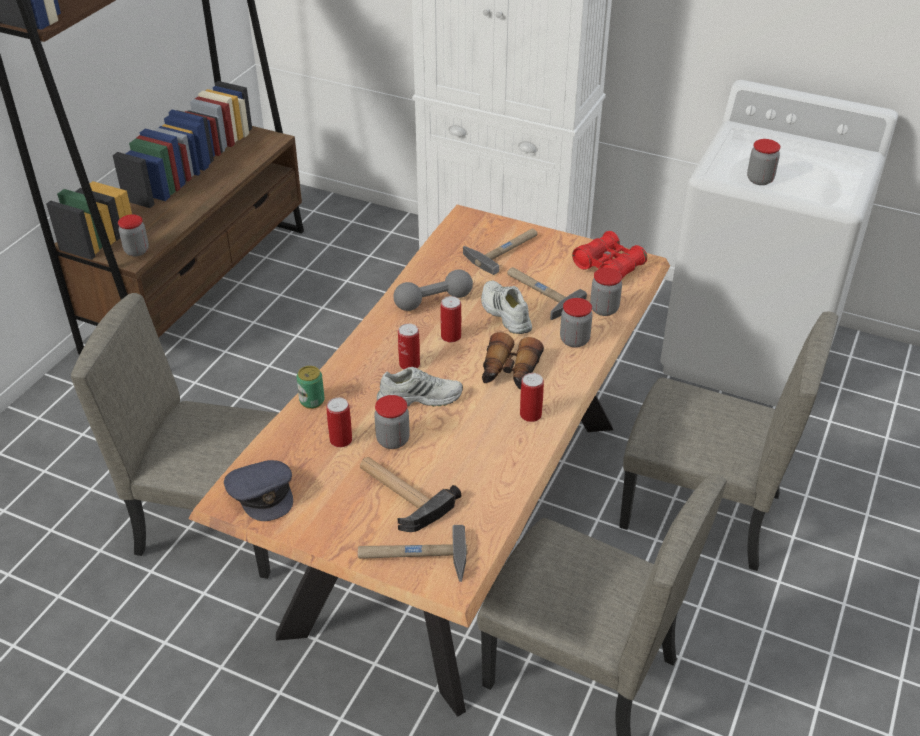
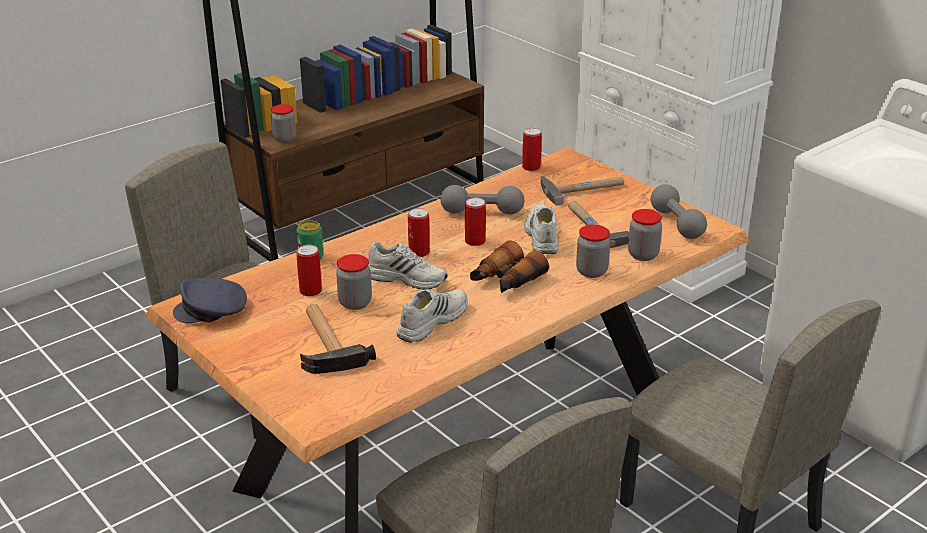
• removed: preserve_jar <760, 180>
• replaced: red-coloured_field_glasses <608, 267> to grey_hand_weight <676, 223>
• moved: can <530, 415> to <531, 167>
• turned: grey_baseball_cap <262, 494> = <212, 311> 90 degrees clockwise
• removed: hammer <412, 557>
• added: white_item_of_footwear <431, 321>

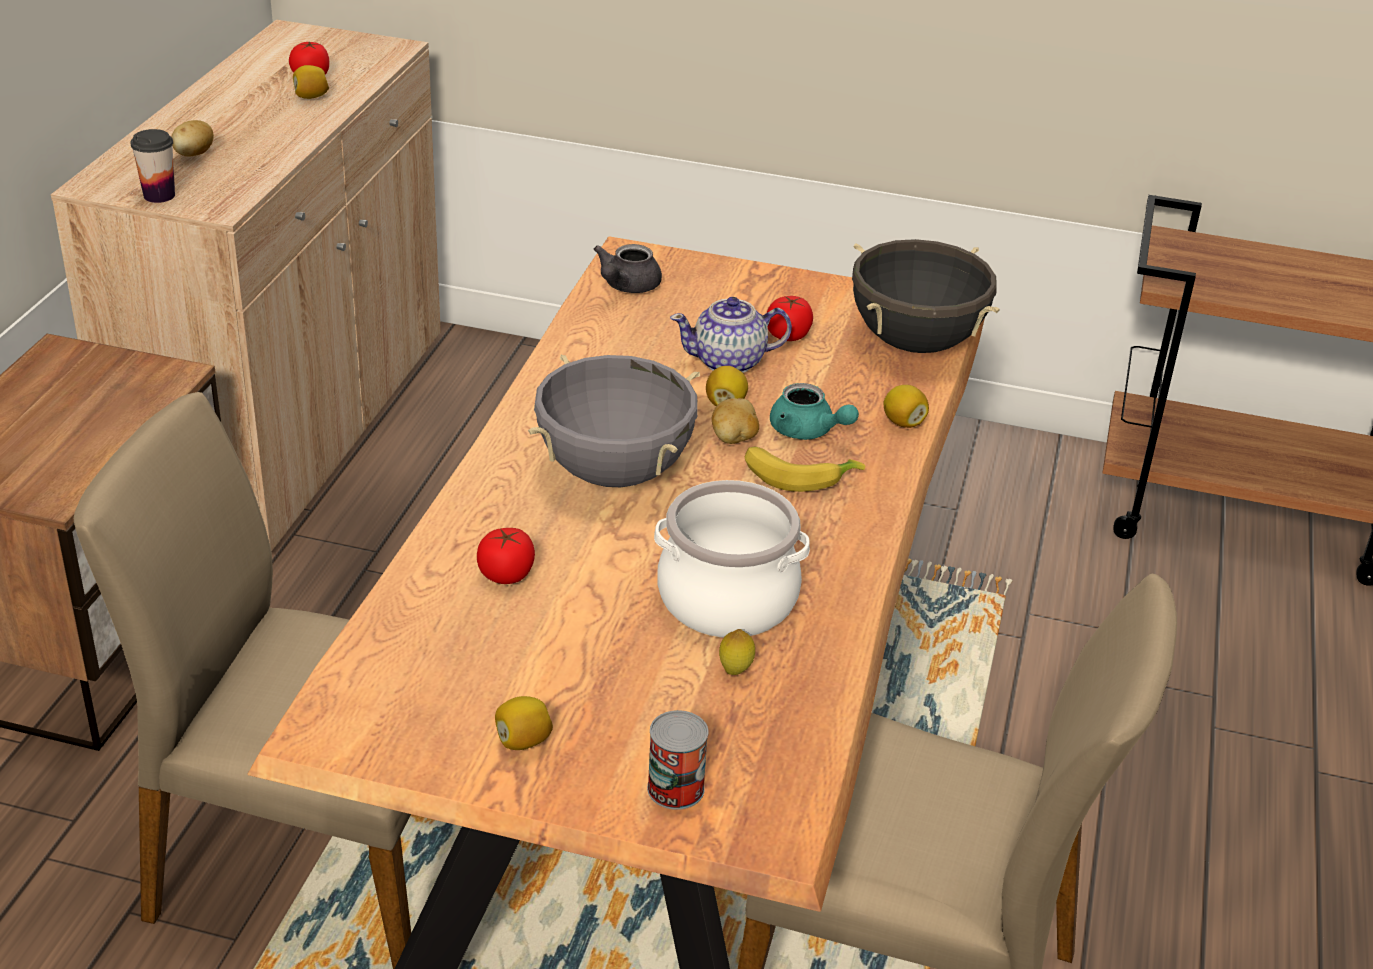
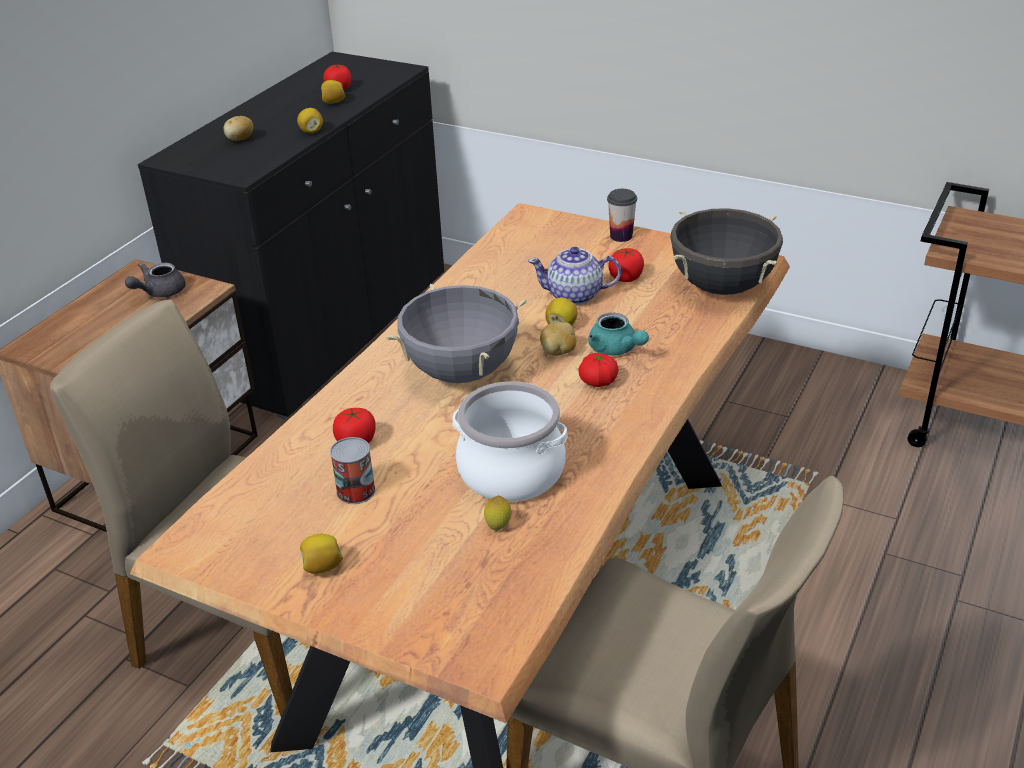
• recoloured: sand-coloured_cabinet <290, 424> to black_cabinet <327, 330>
• moved: small_cup <159, 195> to <621, 236>
• moved: grey_tea_pot <626, 287> to <159, 292>
• moved: lemon <903, 422> to <311, 131>
• replaced: banana <798, 475> to fresh_tomato <598, 381>
• moved: can <675, 788> to <356, 491>

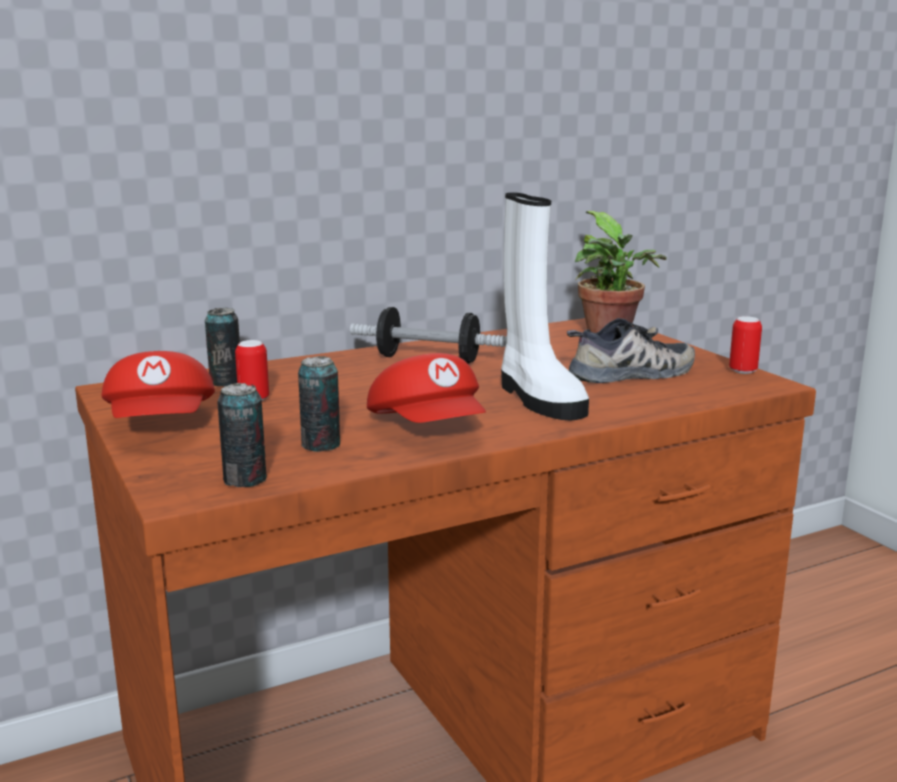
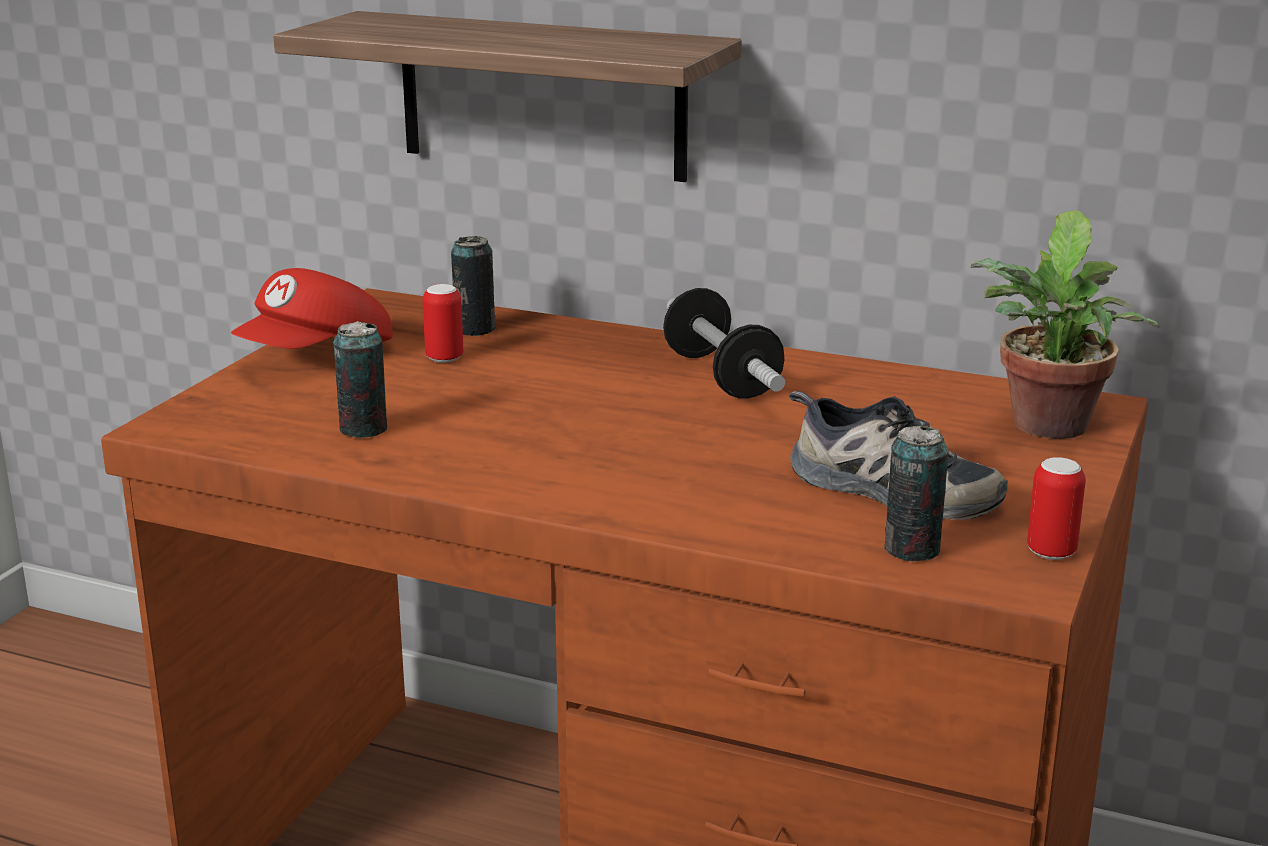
• removed: white_high-top_boot <538, 399>
• removed: red-coloured_baseball_cap <429, 428>
• moved: can <245, 480> to <912, 550>
• added: bracket_shelf <541, 96>

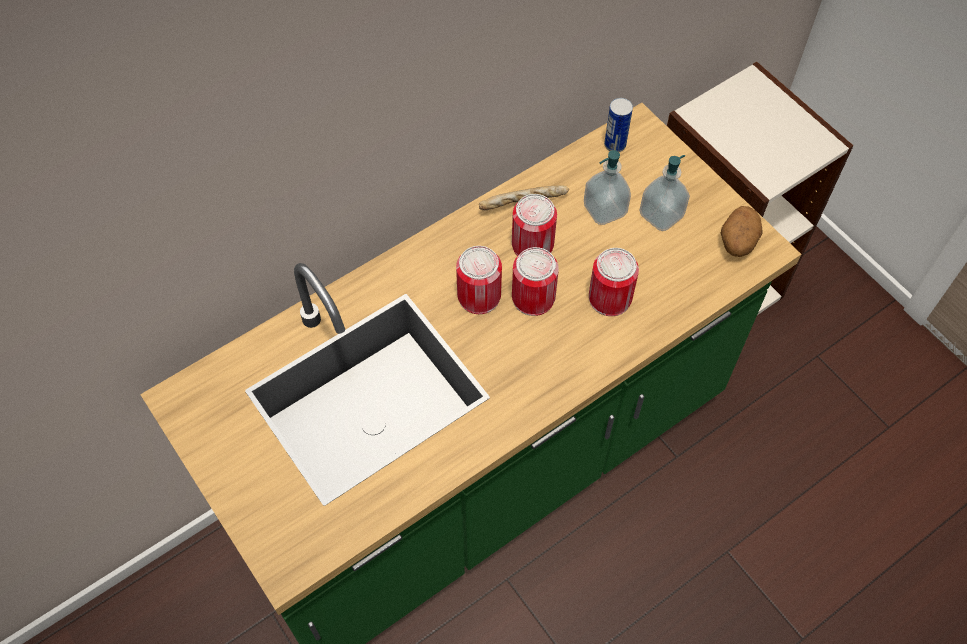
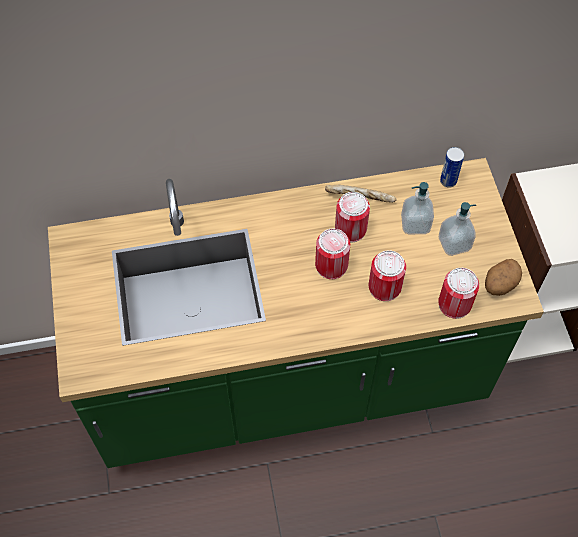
• moved: can <479, 296> to <454, 304>

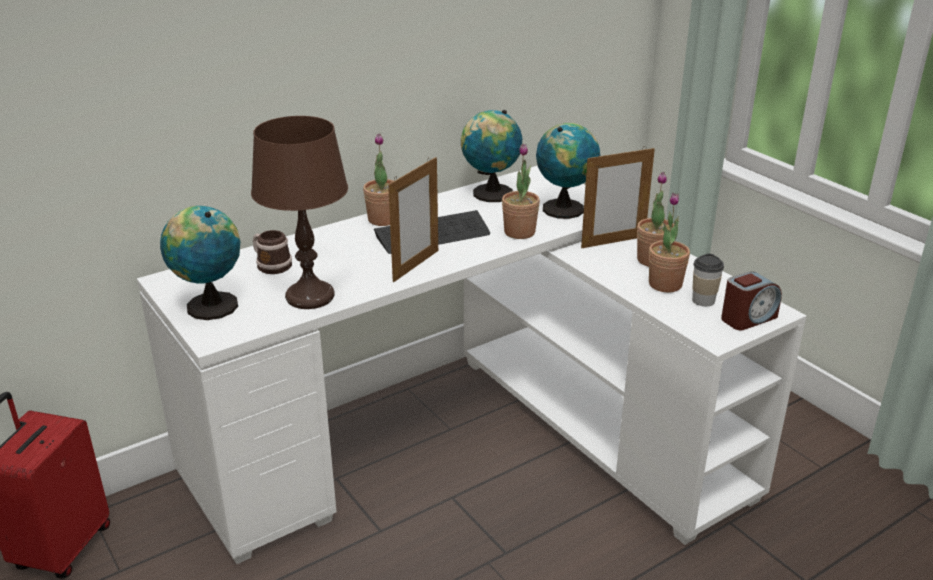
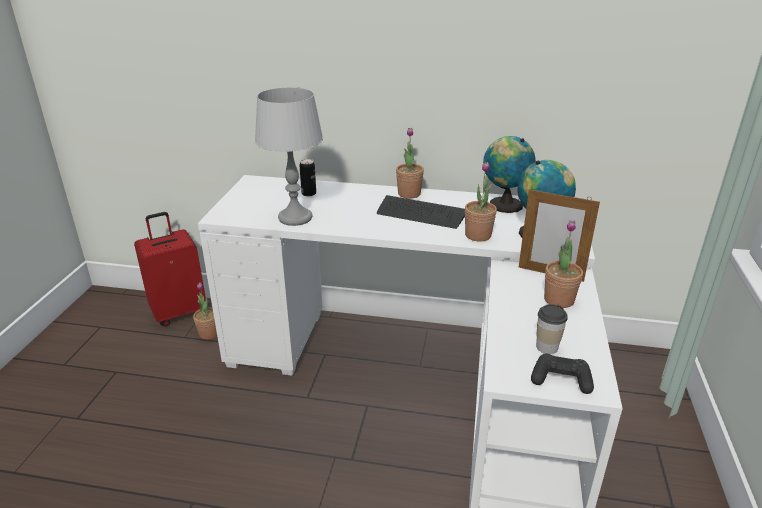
• recoloured: brown_table_lamp <309, 296> to grey_table_lamp <295, 217>
• removed: picture_frame <416, 265>
• moved: potted_plant <665, 284> to <209, 333>
• removed: desk_globe <209, 306>
• replaced: mug <271, 265> to can <308, 193>
• replaced: alarm_clock <748, 318> to black_game_controller <561, 380>

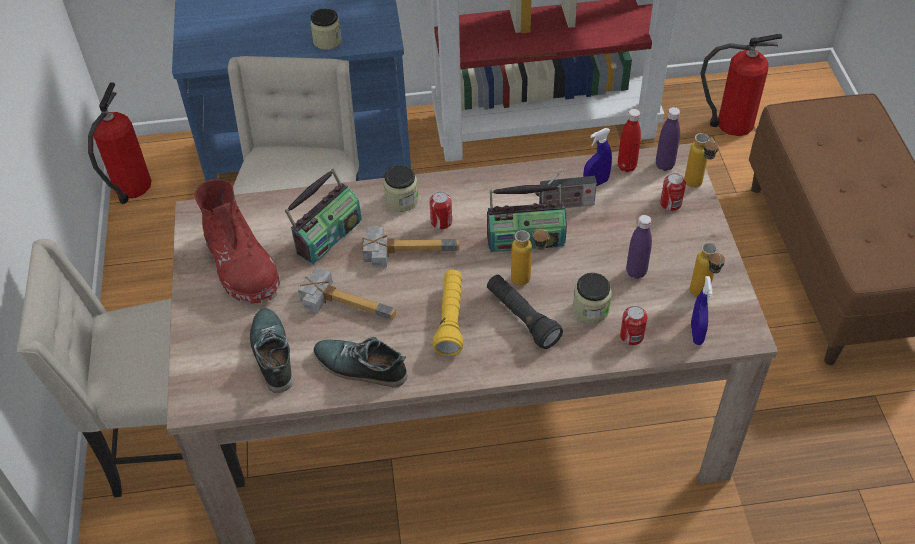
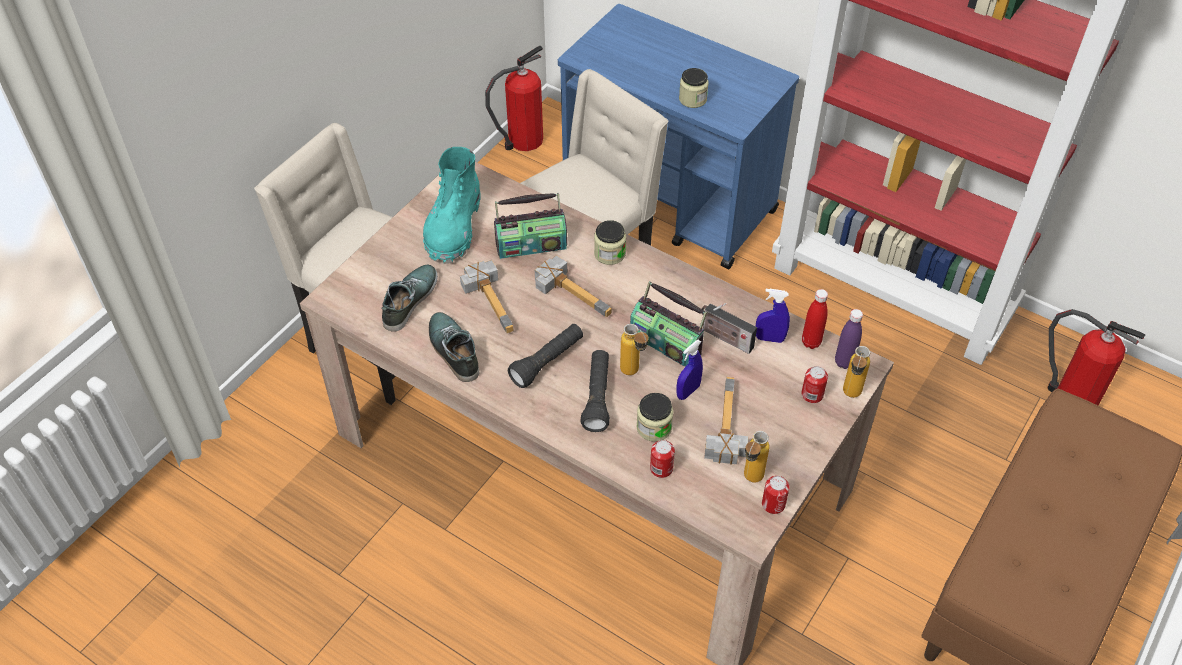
• recoloured: red-coloured_high-top_boot <241, 266> to turquoise-coloured_high-top_boot <454, 228>
• moved: can <441, 222> to <773, 504>
• replaced: purple_bottle <636, 272> to hammer <721, 425>
• recoloured: yellowish_flashlight <450, 319> to black_flashlight <547, 362>
• moved: blue-coloured_spray_bottle <696, 333> to <688, 391>

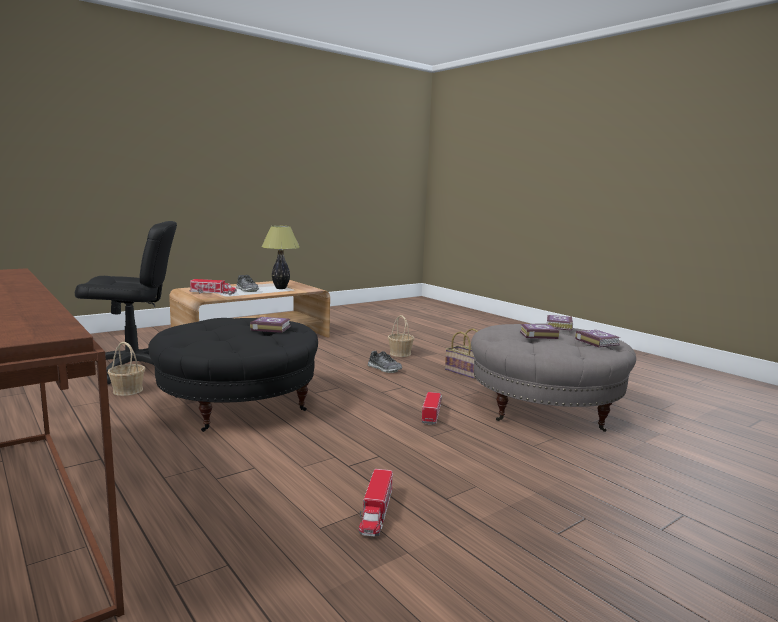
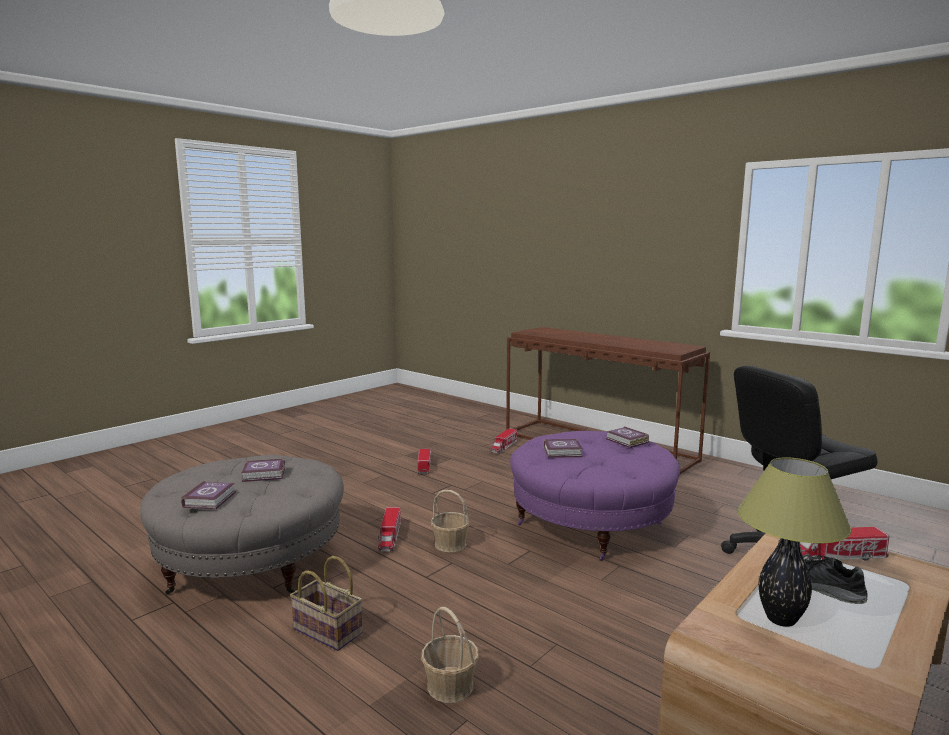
• recoloured: black_ottoman <238, 403> to purple_ottoman <590, 524>
• moved: volume <596, 341> to <627, 441>
• moved: household_basket <128, 390> to <450, 544>
• removed: item_of_footwear <384, 369>
• added: toy_lorry <504, 447>

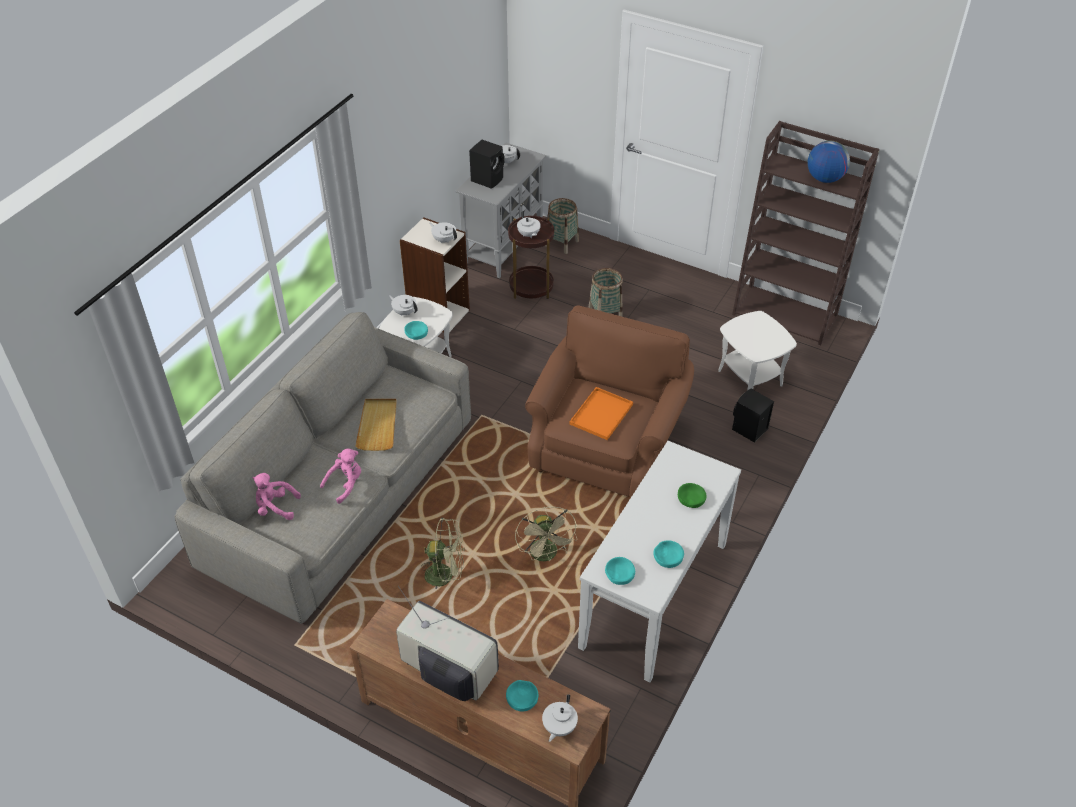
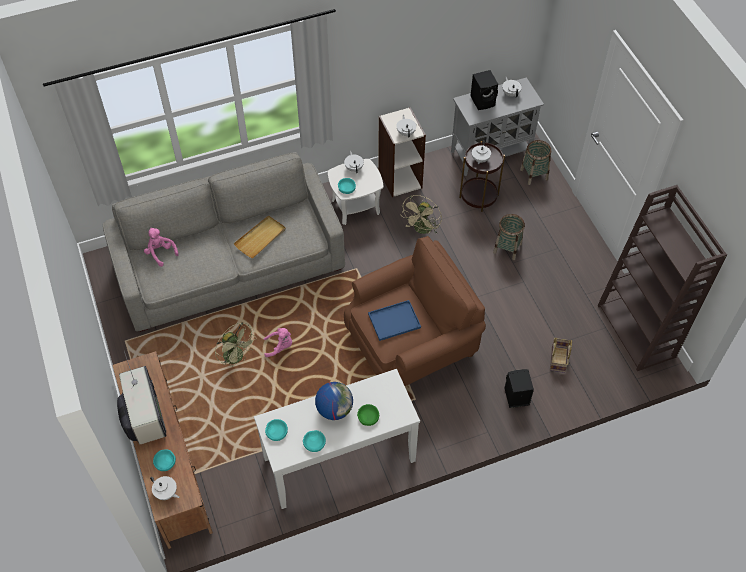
• moved: desk_globe <824, 178> to <334, 409>
• replaced: white_end_table <750, 377> to household_basket <558, 360>
• recoloured: orangey_tray <601, 415> to blue-coloured_tray <393, 321>
• moved: pinkish_cuddly_toy <346, 484> to <280, 346>
• moved: sand-coloured_cooling_fan <546, 556> to <422, 230>
• turned: white_tea_pot <559, 727> = <166, 493> 120 degrees counterclockwise

